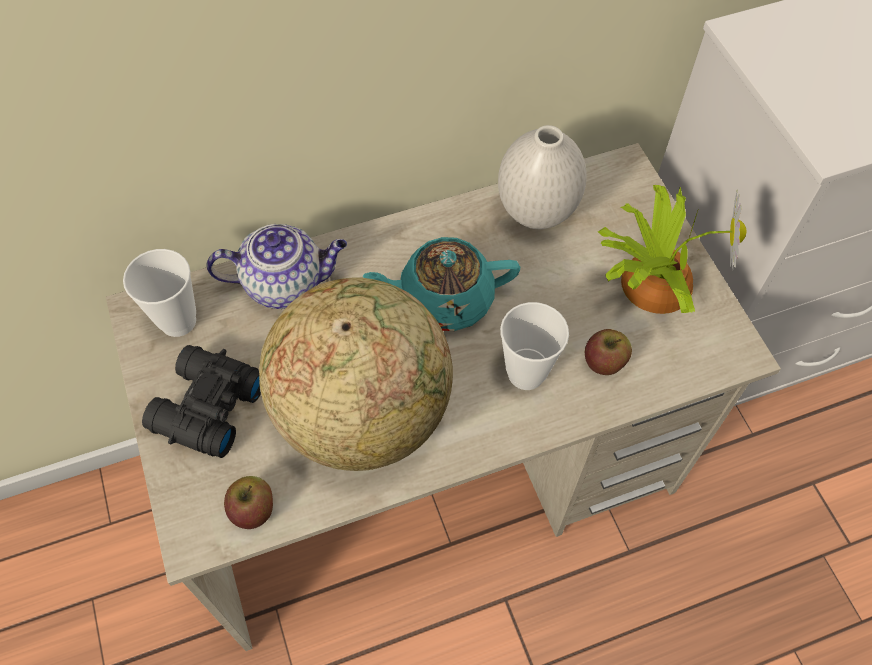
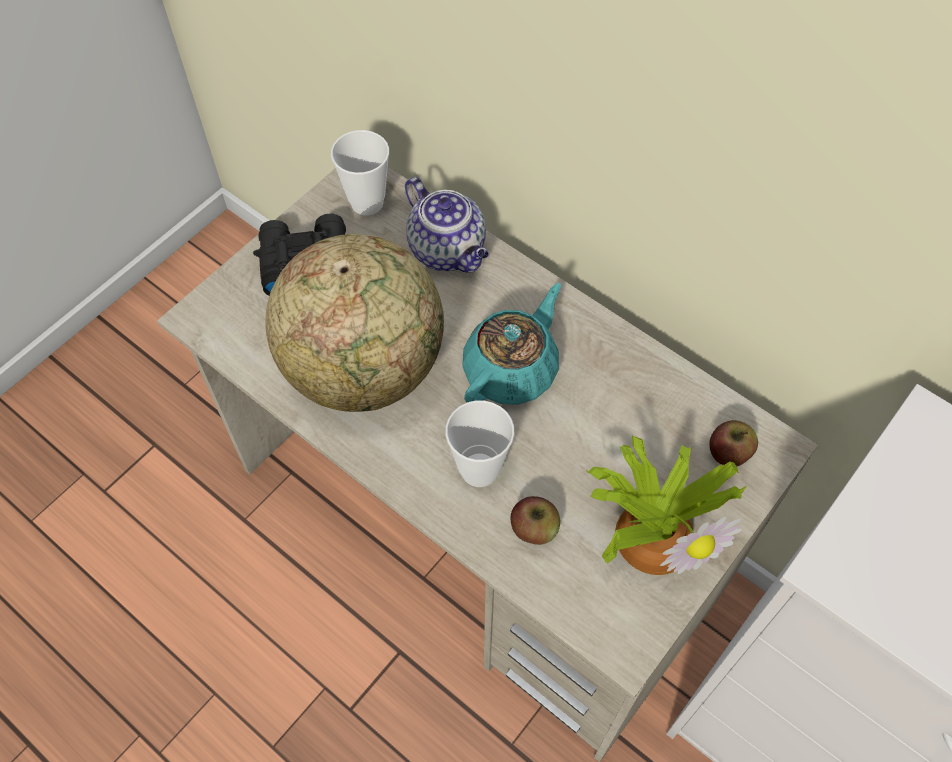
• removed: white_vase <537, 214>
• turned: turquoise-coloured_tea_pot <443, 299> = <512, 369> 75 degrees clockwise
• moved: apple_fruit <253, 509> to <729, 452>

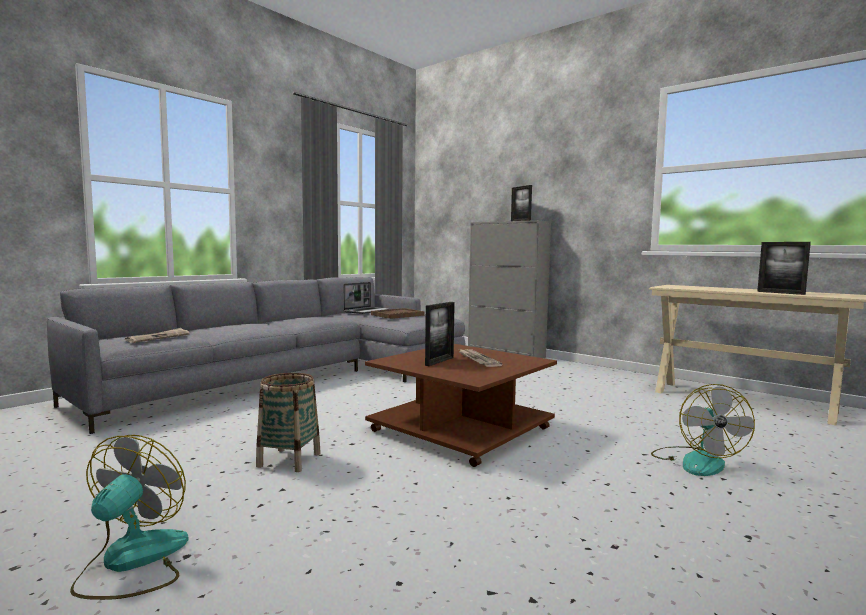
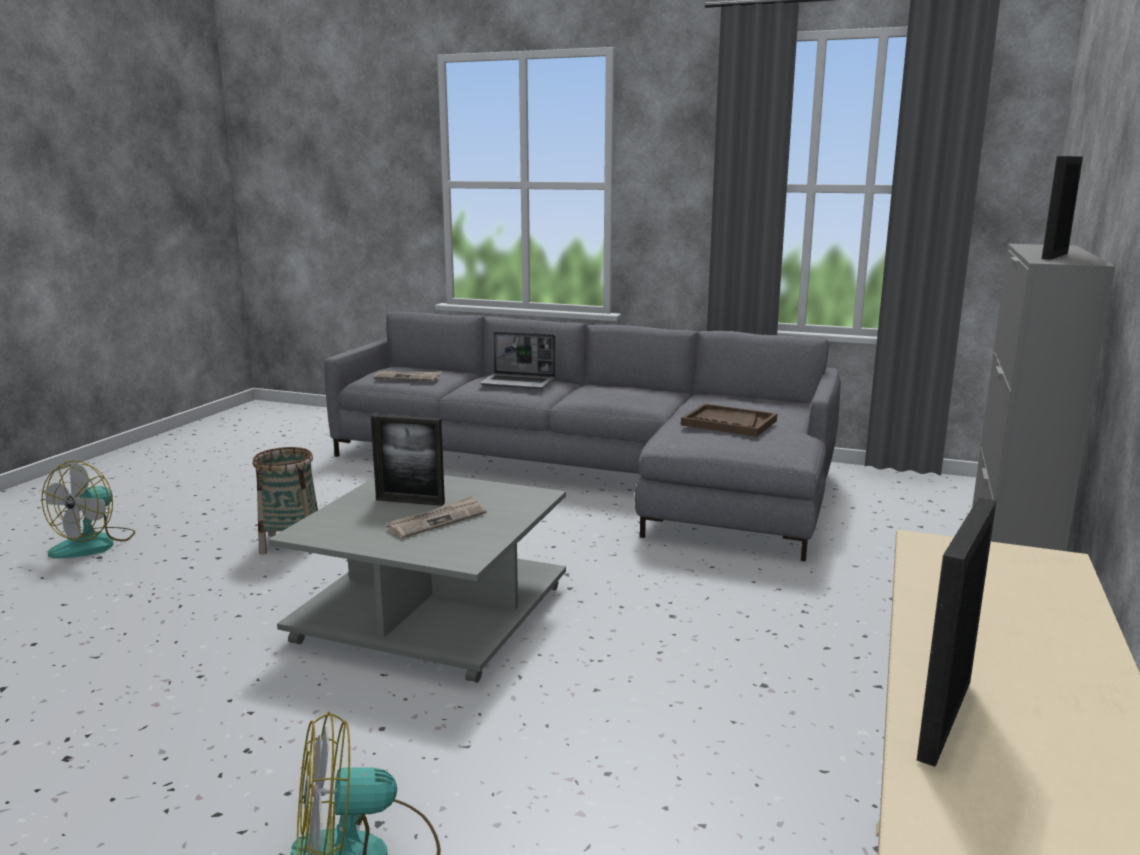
• moved: notebook_computer <366, 311> to <519, 383>
• recoloured: brown_coffee_table <460, 428> to grey_coffee_table <435, 613>
• turned: cooling_fan <132, 562> = <94, 544> 120 degrees clockwise

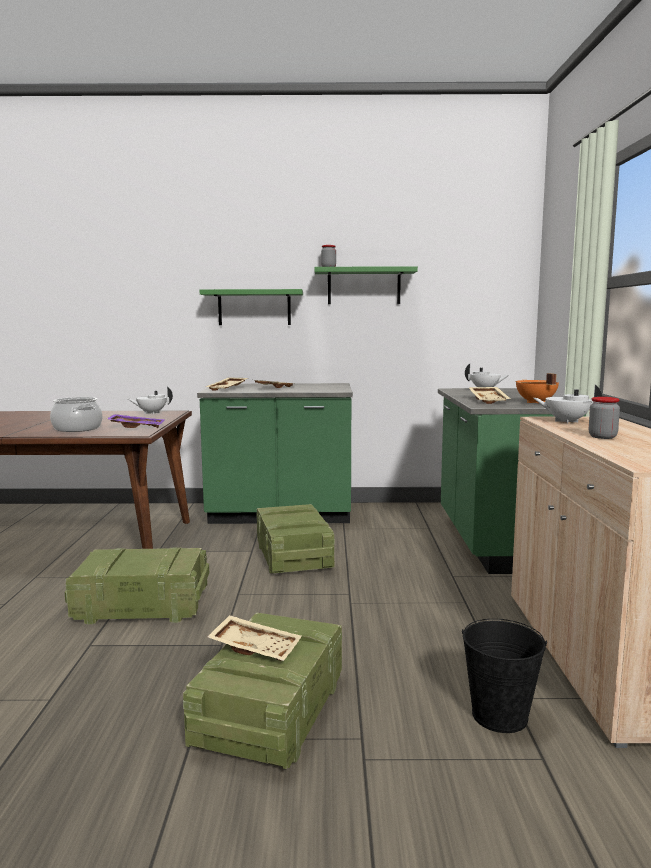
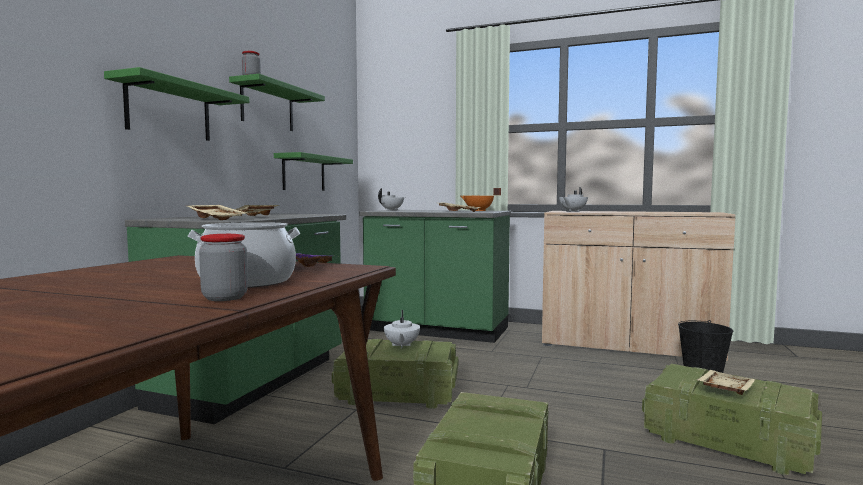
• moved: white_tea_pot <151, 413> to <401, 345>
• moved: preserve_jar <602, 437> to <225, 298>
• added: greenish_bracket_shelf <304, 173>

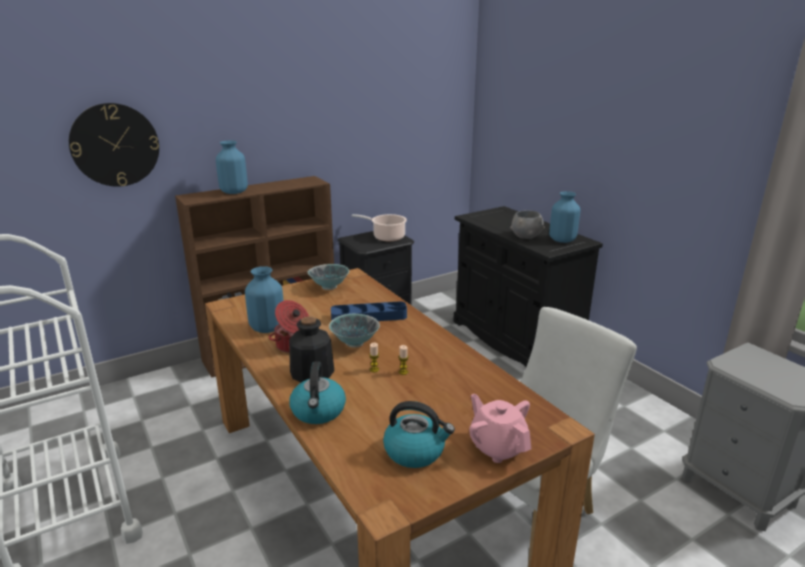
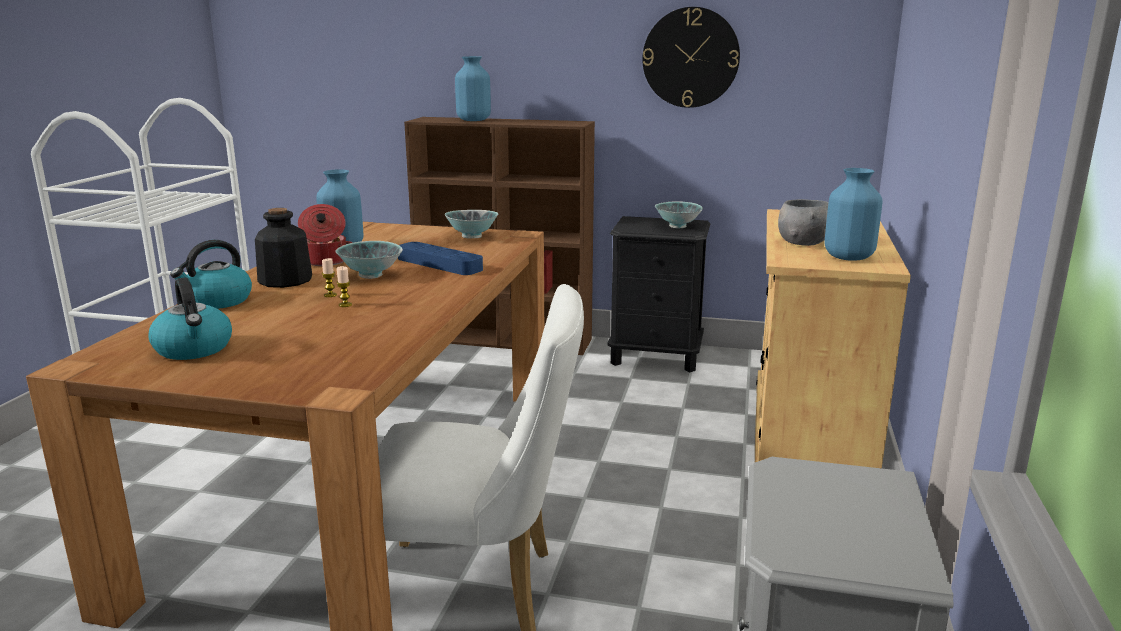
• moved: hanging_clock <115, 145> to <690, 57>
• recoloured: black_cabinet <514, 340> to sand-coloured_cabinet <807, 436>
• replaced: saucepot <386, 237> to deep_dish <677, 226>
• removed: pinkish_tea_pot <498, 447>

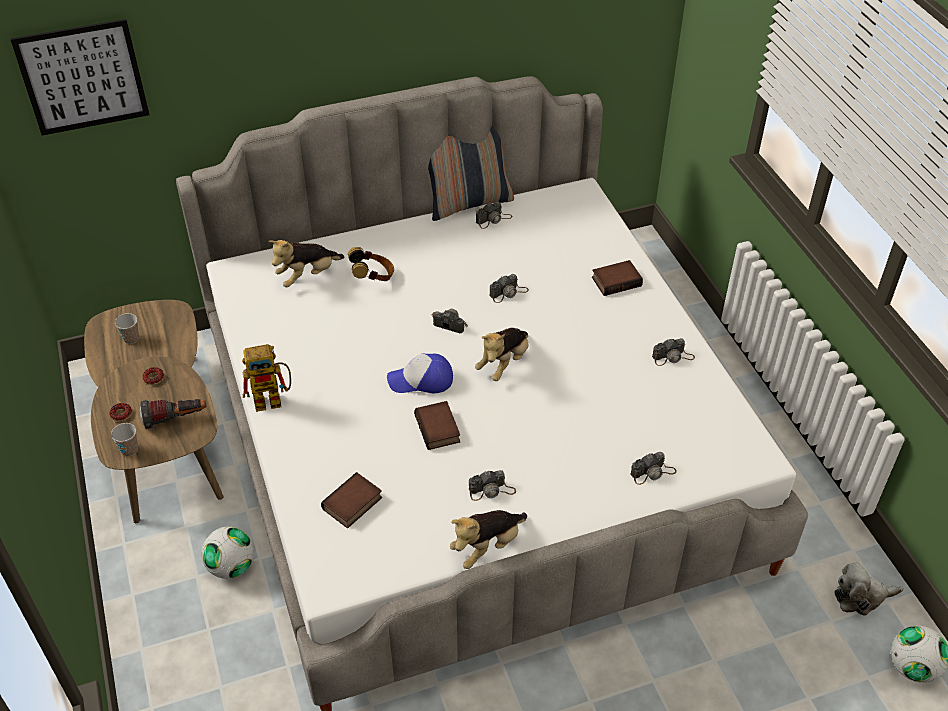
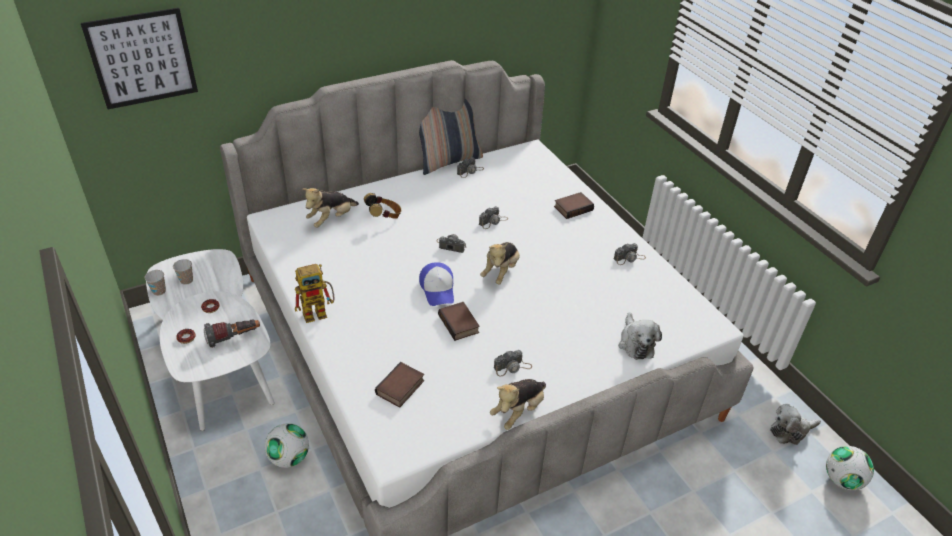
• recoloured: brown_coffee_table <164, 434> to white_coffee_table <217, 358>
• turned: baseball_cap <421, 380> = <438, 289> 90 degrees counterclockwise
• moved: small_cup <129, 450> to <159, 291>
• replaced: still_camera <653, 472> to cuddly_toy <636, 343>

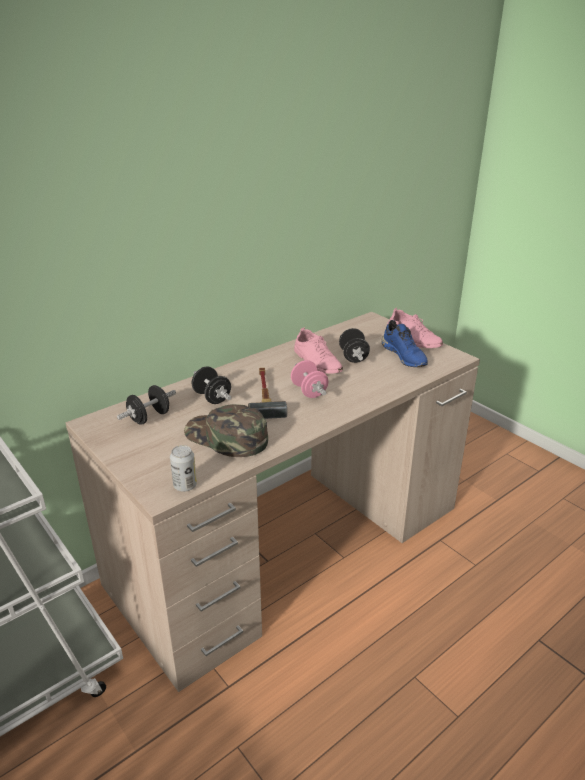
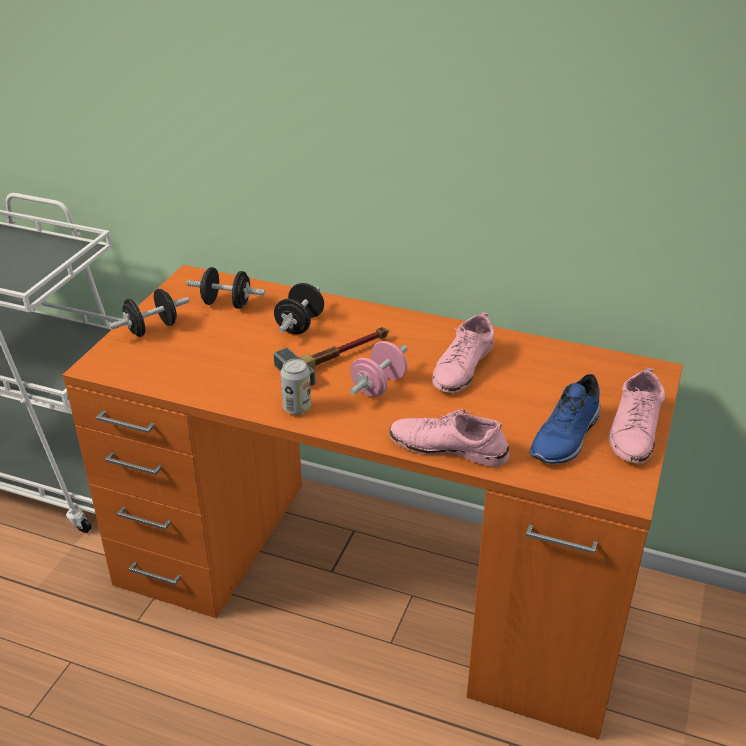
• recoloured: sand-coloured_desk_unit <292, 544> to orangey_desk_unit <375, 581>
• moved: black_hand_weight <353, 357> to <152, 329>
• removed: greenish_baseball_cap <226, 437>
• moved: can <185, 486> to <297, 408>
• added: pinkish_item_of_footwear <448, 447>

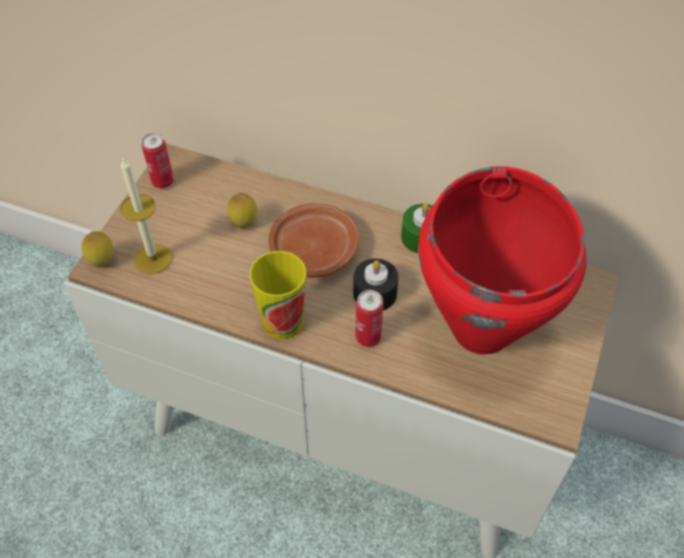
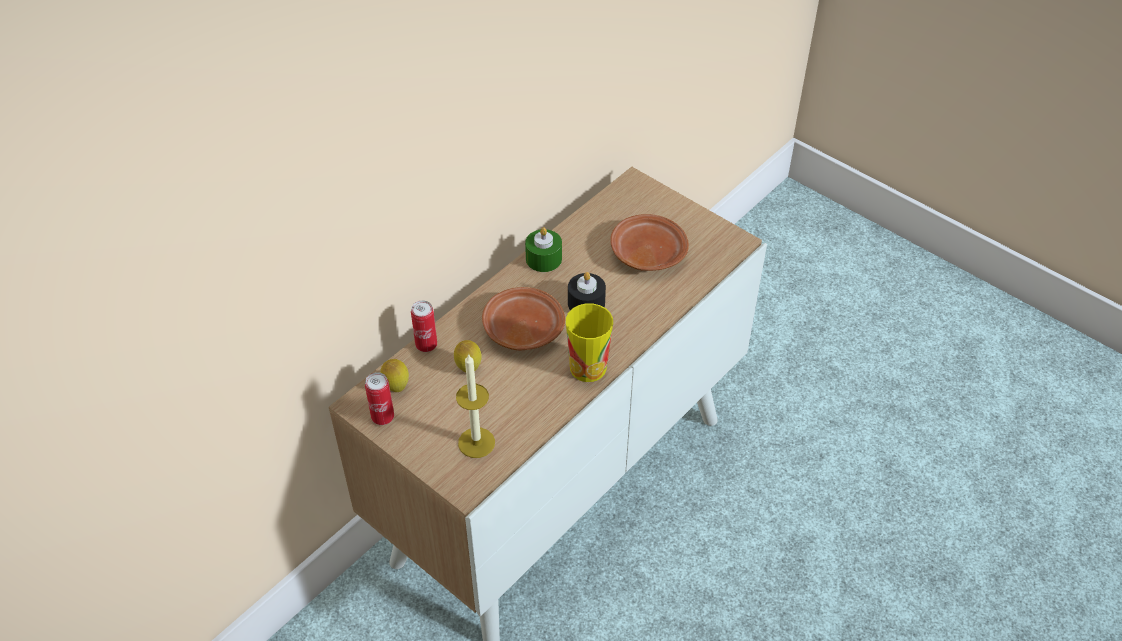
• replaced: red-coloured_saucepot <482, 328> to brown_dinner_plate <647, 252>
• moved: lemon <102, 262> to <396, 387>
• moved: can <368, 337> to <426, 345>

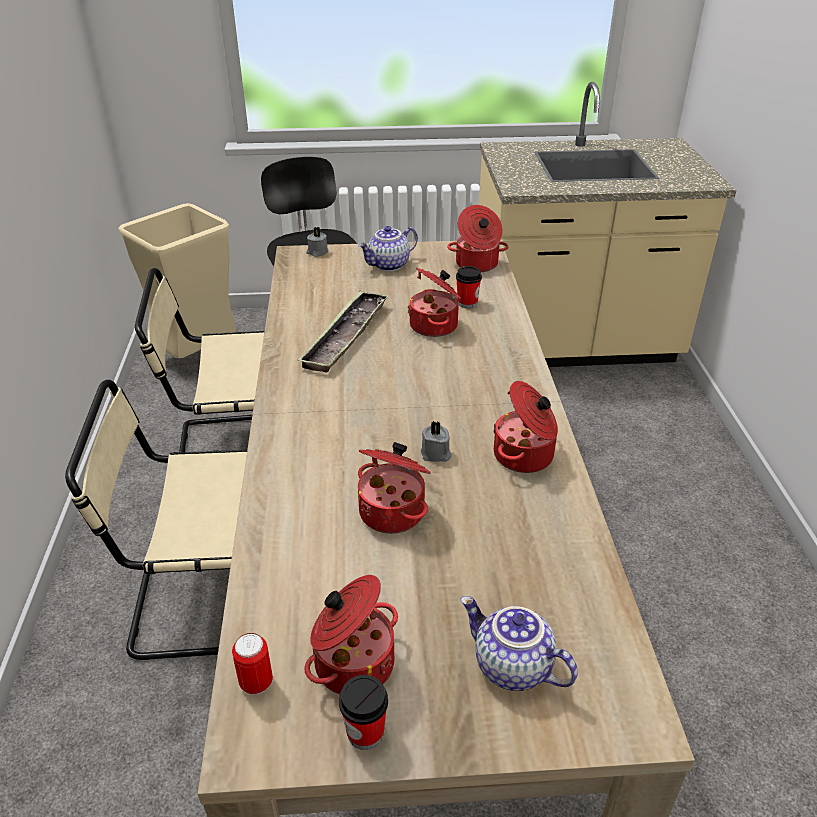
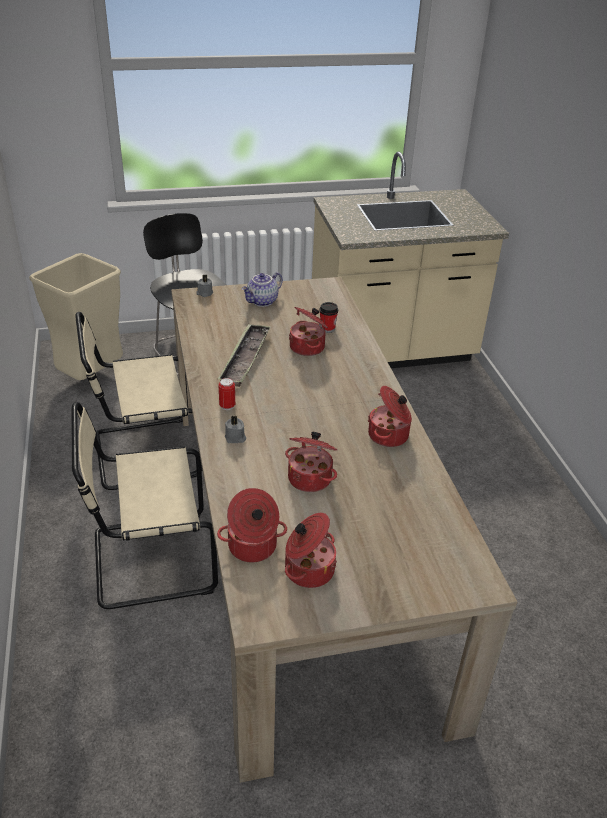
• moved: saucepot <477, 264> to <252, 547>
• moved: grey_wax_light <436, 454> to <235, 438>
• removed: tea_pot <511, 667>
• moved: can <256, 683> to <227, 406>
• removed: small_cup <365, 732>

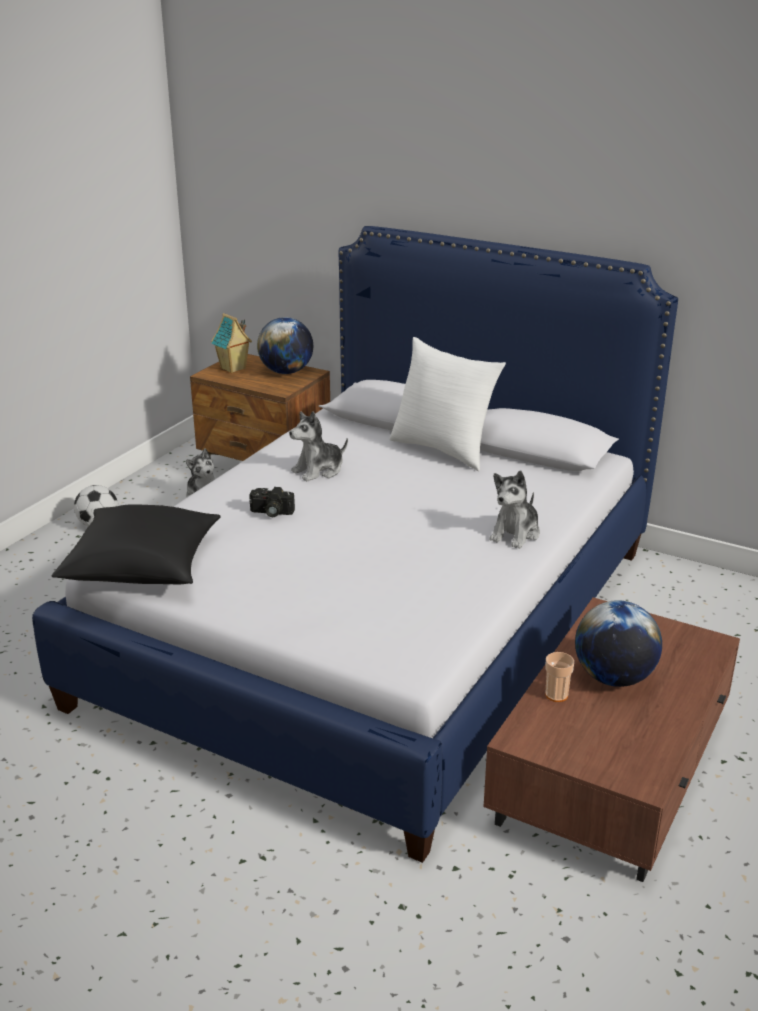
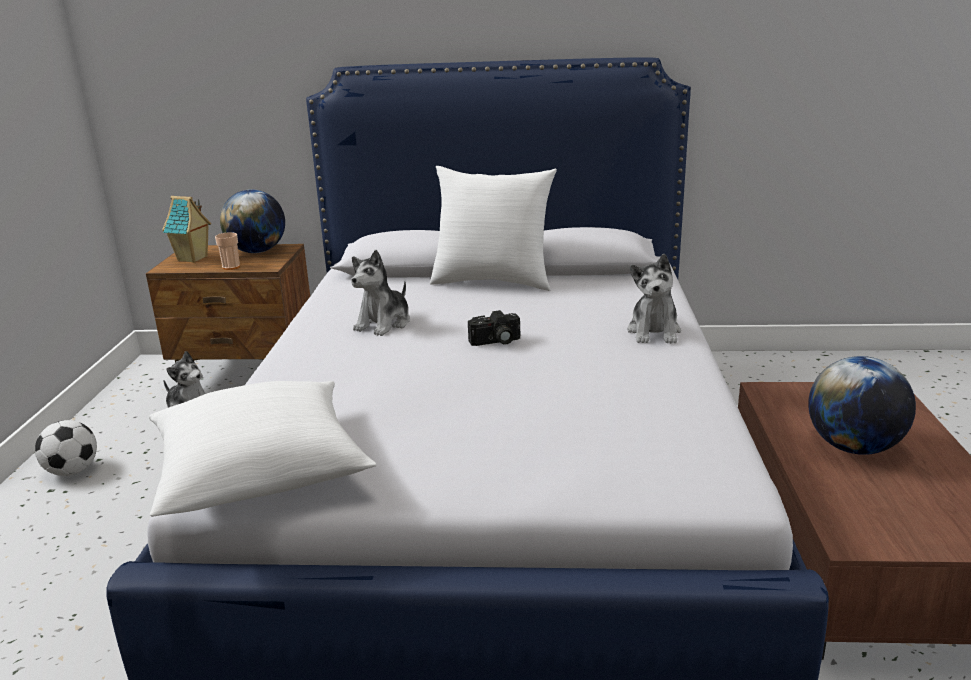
• moved: still_camera <271, 512> to <496, 342>
• recoloured: black_pillow <142, 566> to white_pillow <260, 472>
• moved: small_cup <556, 695> to <231, 267>

